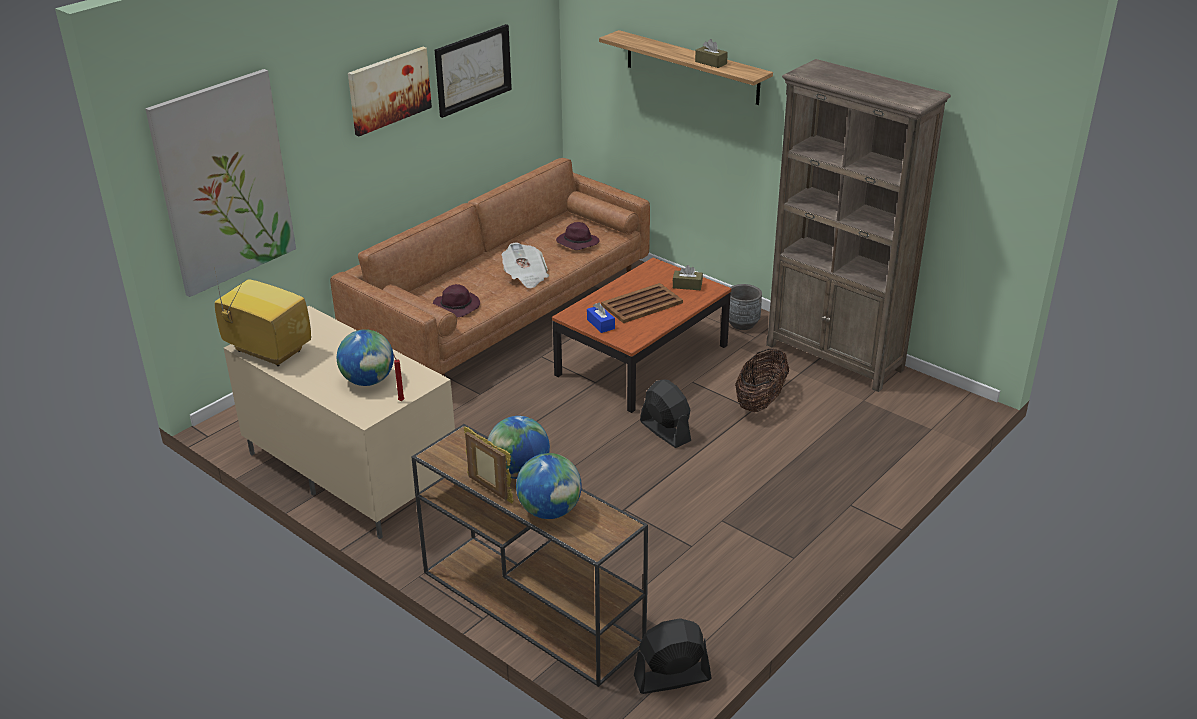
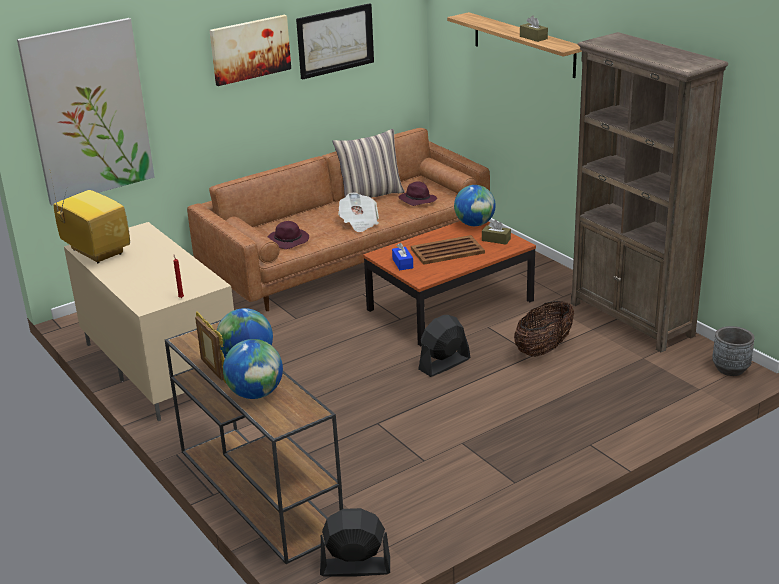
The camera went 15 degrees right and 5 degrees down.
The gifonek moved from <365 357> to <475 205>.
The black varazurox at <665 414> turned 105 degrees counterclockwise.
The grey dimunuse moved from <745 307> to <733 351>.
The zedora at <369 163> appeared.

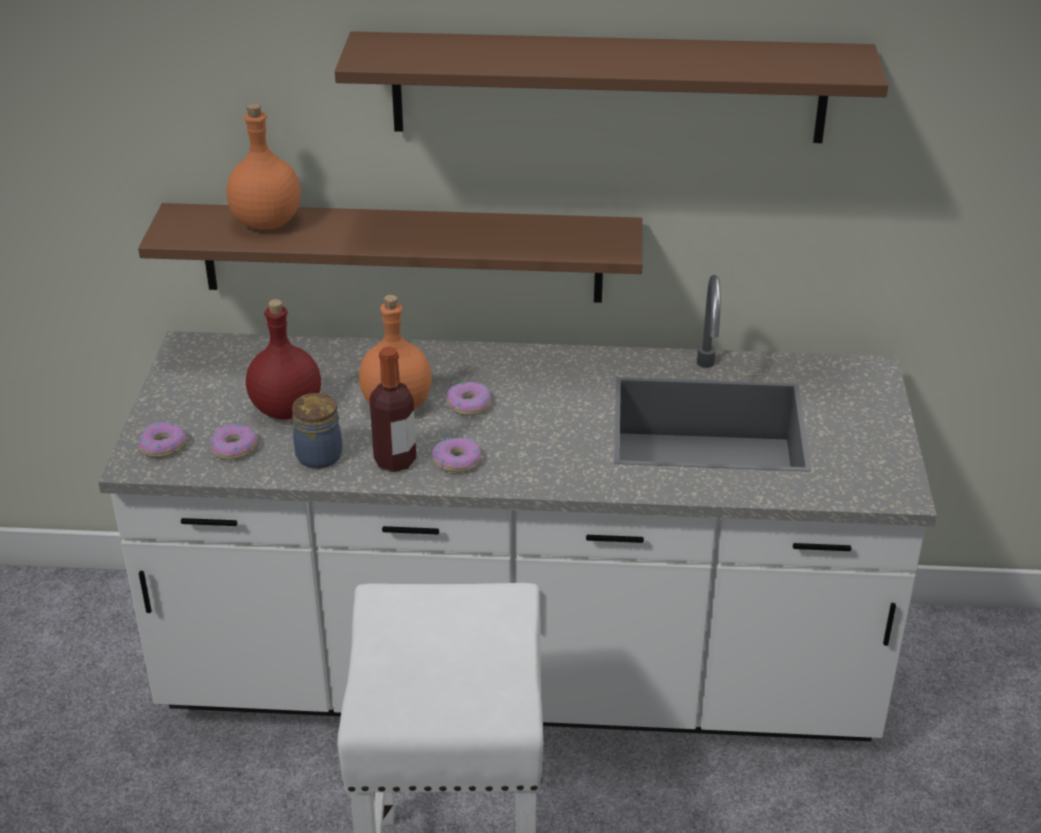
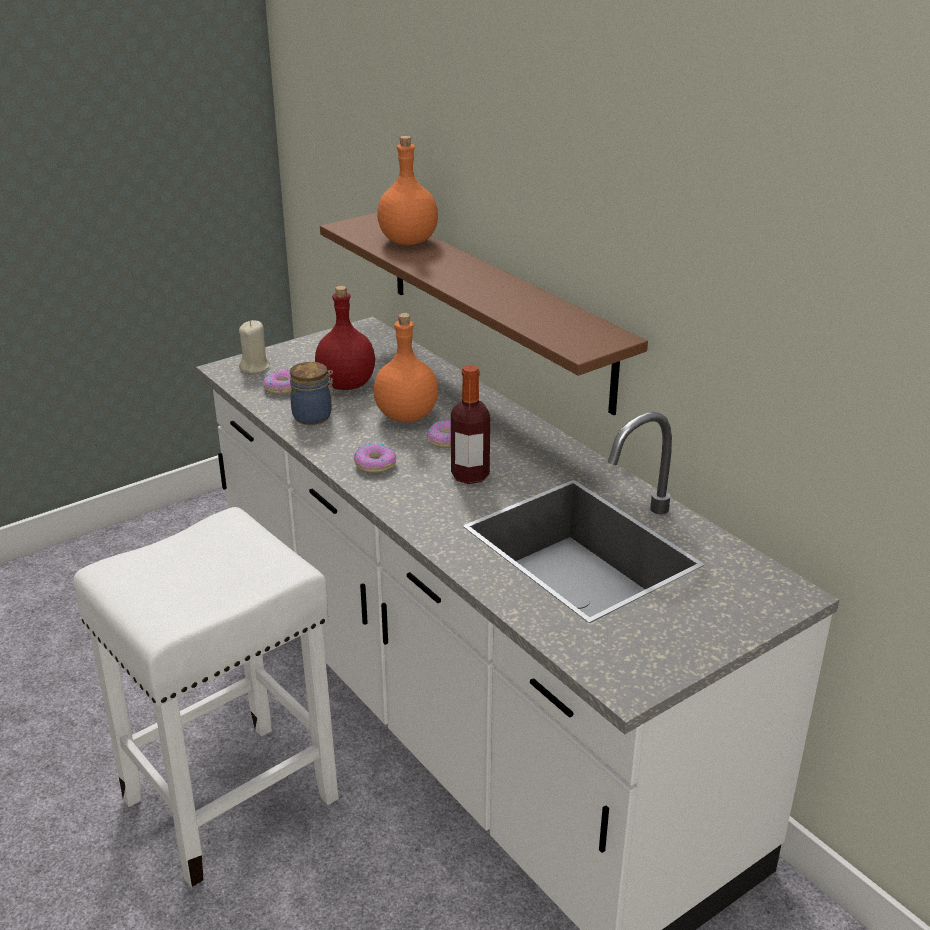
The camera went 50 degrees right and 5 degrees down.
The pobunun at <163 440> was replaced by the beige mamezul at <254 346>.
The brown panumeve at <611 87> disappeared.
The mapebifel moved from <392 409> to <470 424>.

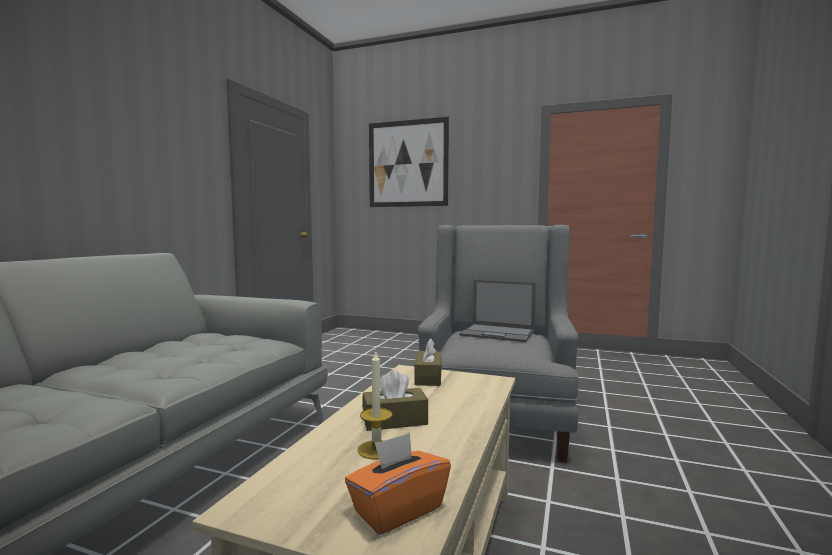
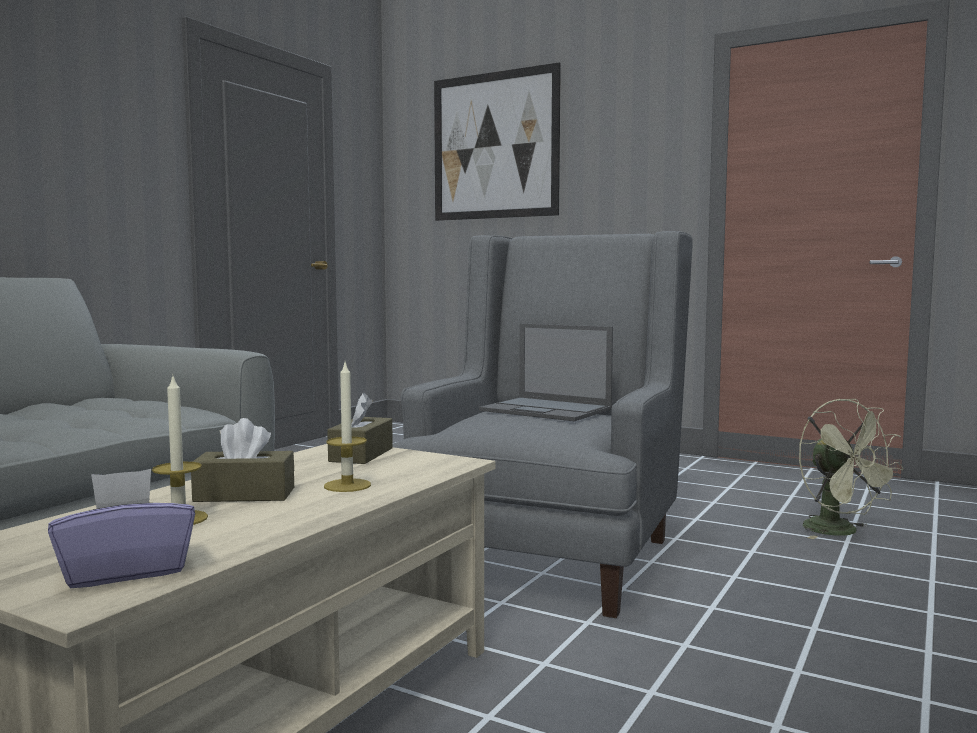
The camera went 10 degrees right and 0 degrees up.
The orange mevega at <398 483> became the purple mevega at <121 528>.
The mamezul at <347 427> appeared.
The green varazurox at <851 468> appeared.

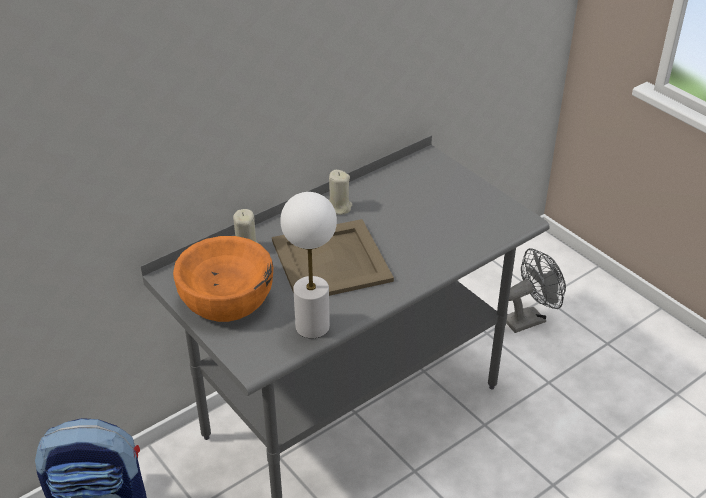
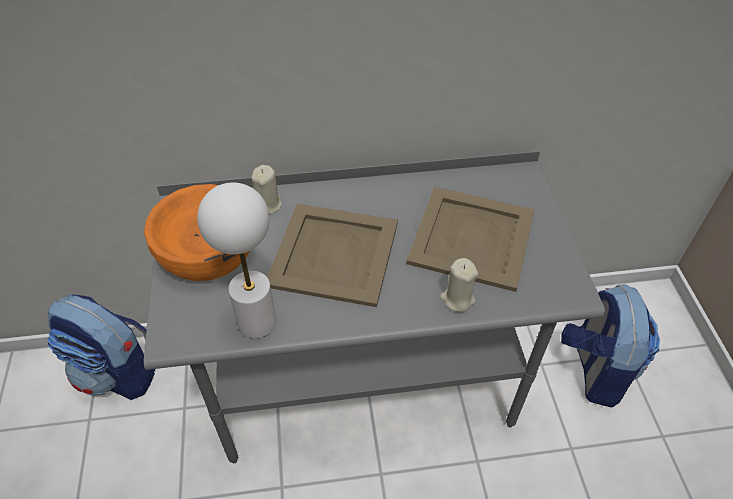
The camera went 30 degrees right and 10 degrees up.
The beige mamezul moved from <340 192> to <459 285>.
The grey varazurox at <536 290> was replaced by the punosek at <610 346>.
The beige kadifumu at <470 239> appeared.

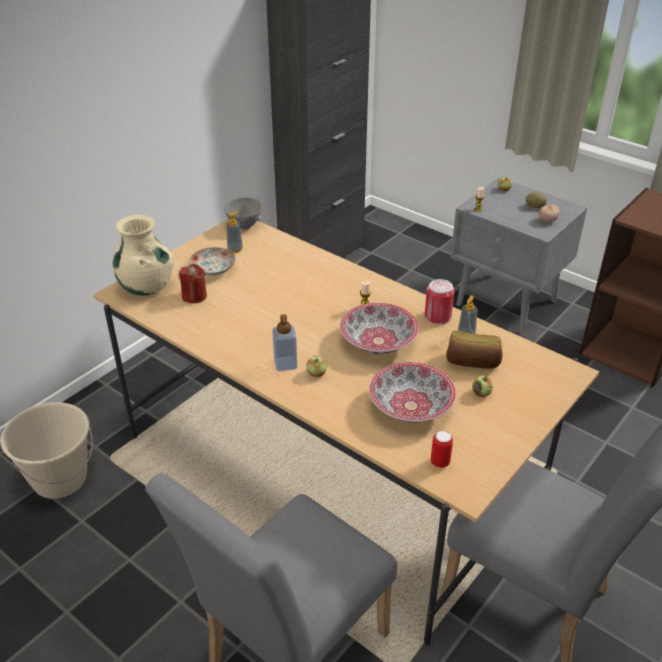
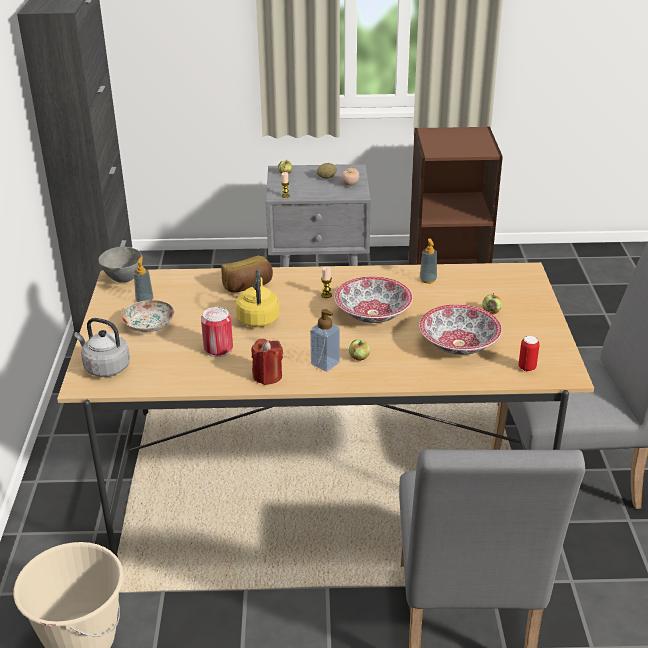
The camera went 40 degrees left and 5 degrees down.
The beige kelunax at <143 255> was replaced by the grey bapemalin at <102 347>.
The red mamezul moved from <193 283> to <267 362>.
The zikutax moved from <440 302> to <217 332>.
The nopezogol moved from <474 349> to <247 274>.
The yellow bapemalin at <257 298> appeared.

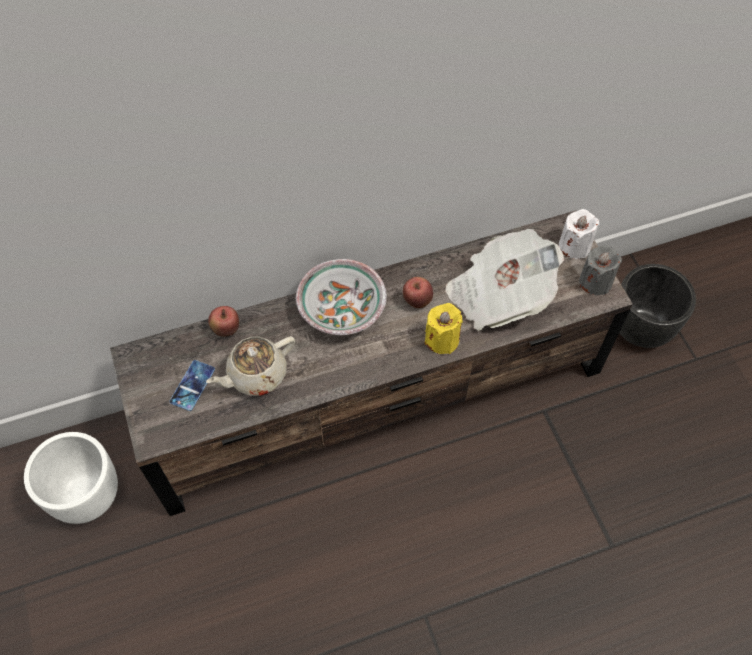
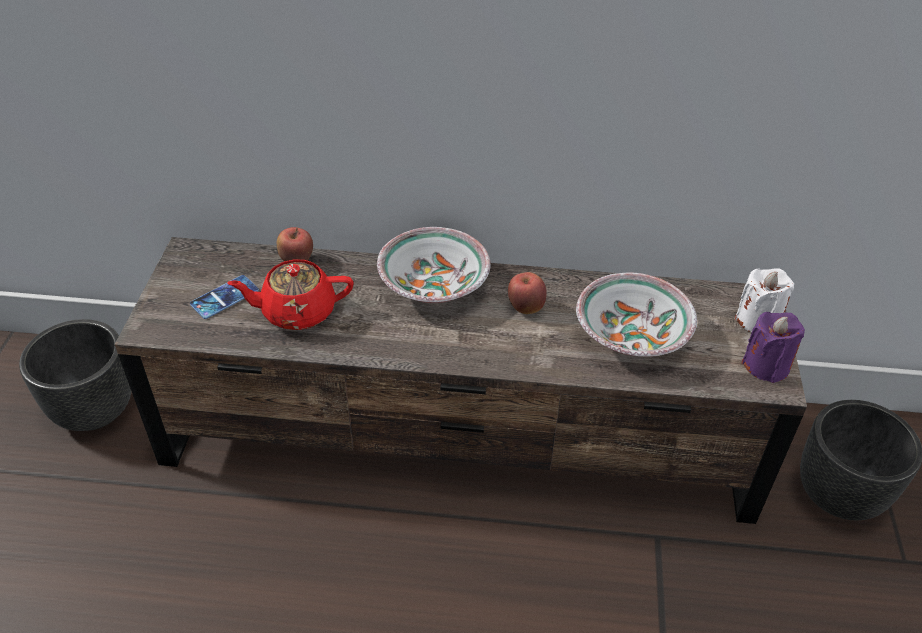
The camera went 25 degrees right and 15 degrees down.
The white dimunuse at <71 478> became the black dimunuse at <75 375>.
The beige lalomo at <250 366> became the red lalomo at <290 294>.
The yellow mamezul at <444 328> disappeared.
The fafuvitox at <504 280> was replaced by the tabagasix at <636 314>.
The grey mamezul at <600 270> became the purple mamezul at <773 347>.

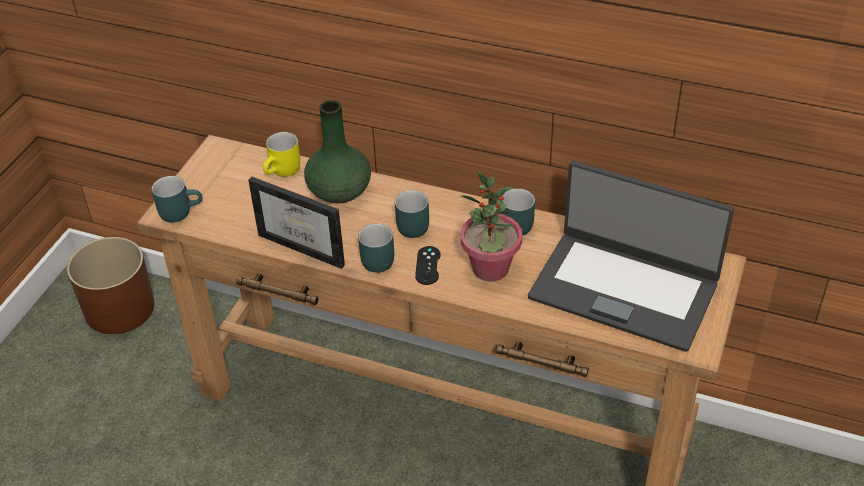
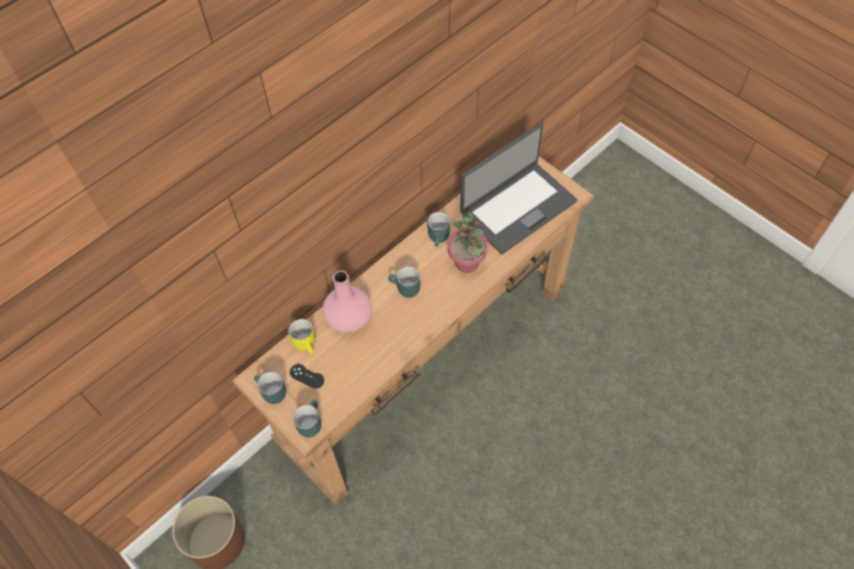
The camera went 65 degrees left and 15 degrees up.
The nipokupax at <296 223> disappeared.
The green kelunax at <337 151> became the pink kelunax at <347 301>.
The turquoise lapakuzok moved from <376 248> to <270 388>.
The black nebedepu moved from <428 265> to <307 376>.

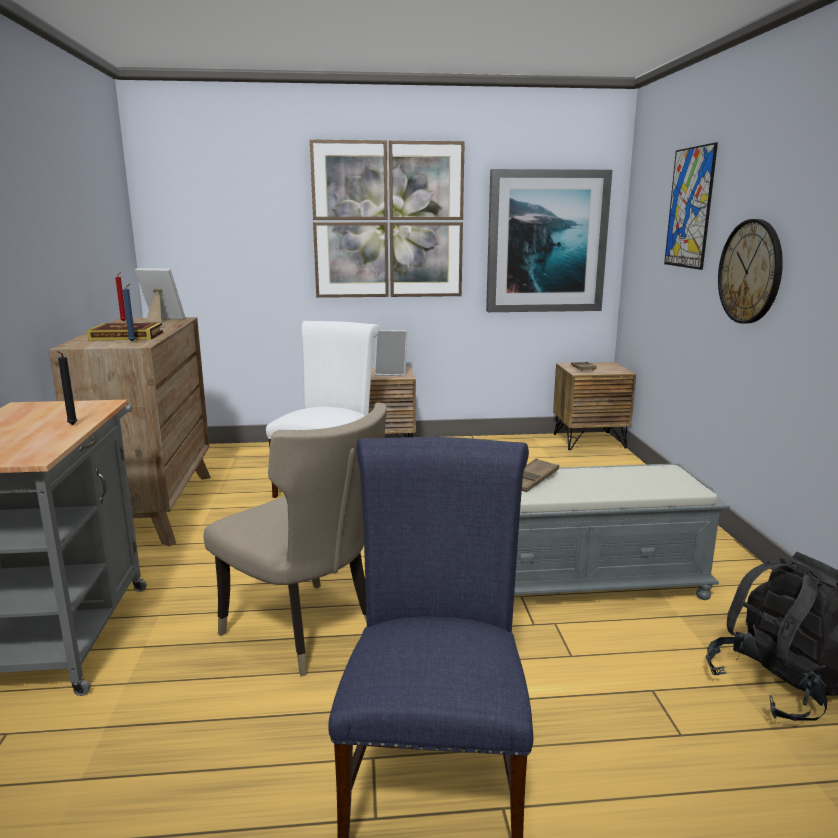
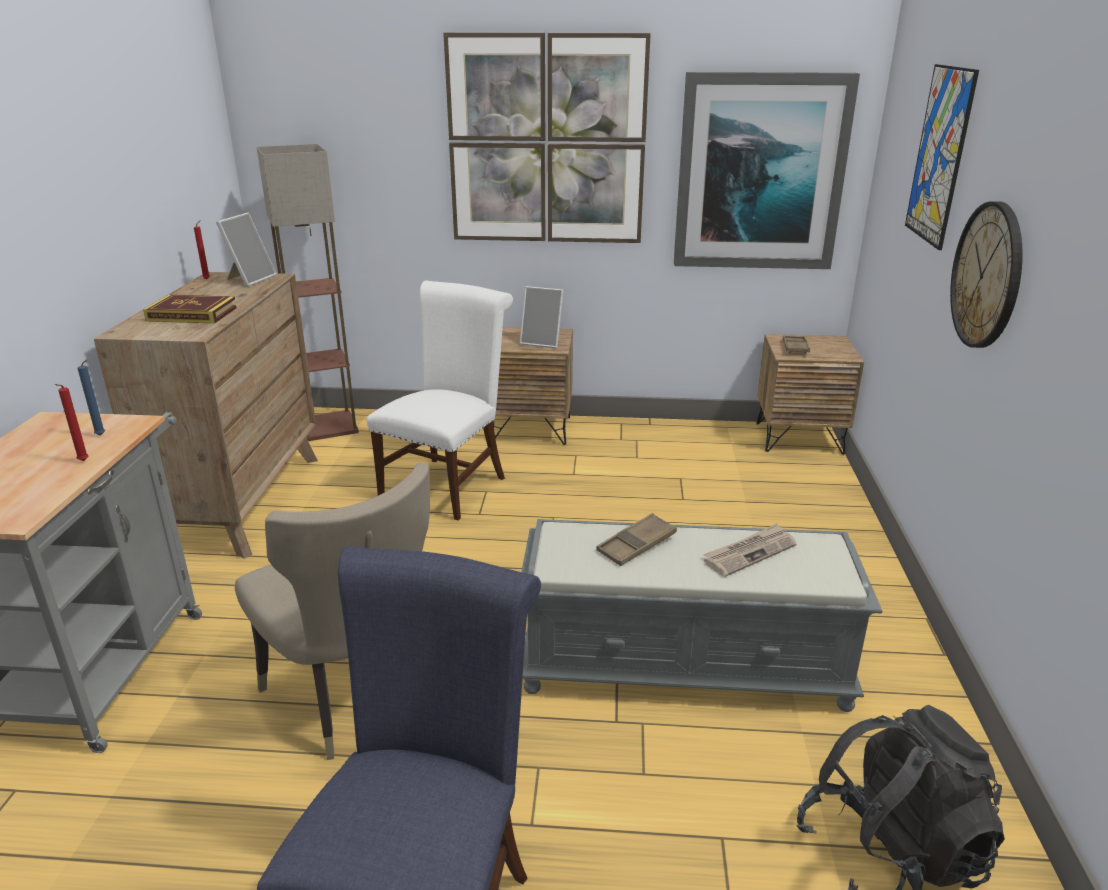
The camera went 10 degrees right and 10 degrees up.
The black mamezul at <67 388> became the red mamezul at <71 422>.
The blue mamezul moved from <129 312> to <91 398>.
The nipokupax at <160 295> turned 90 degrees clockwise.
The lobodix at <308 292> appeared.
The fafuvitox at <749 550> appeared.

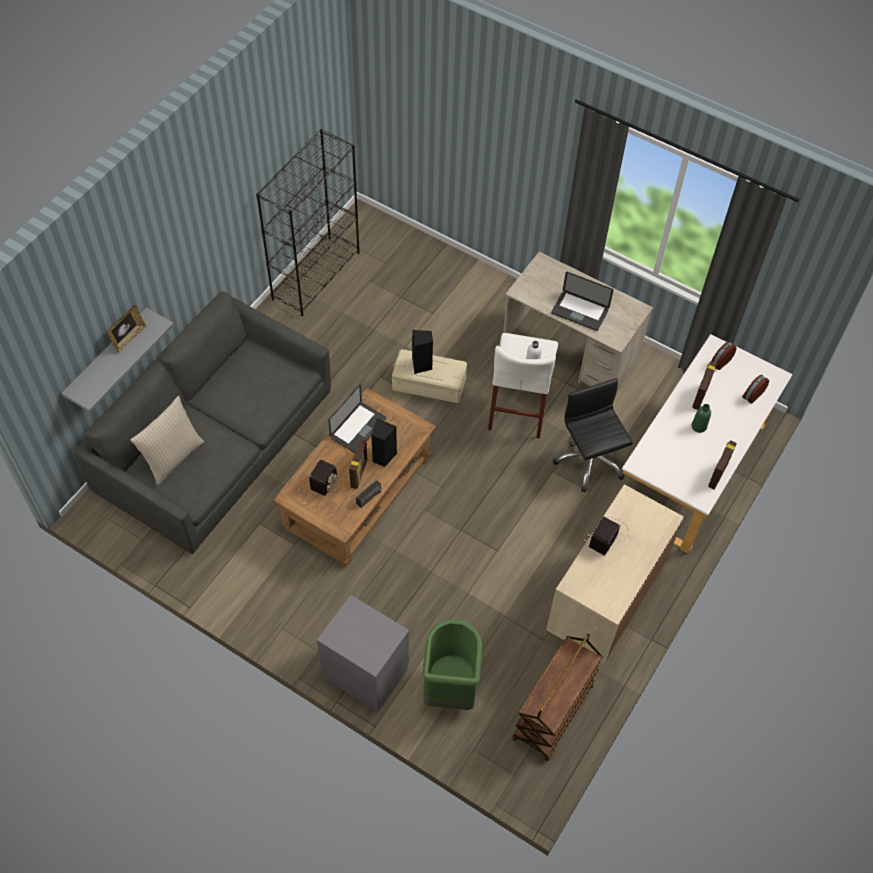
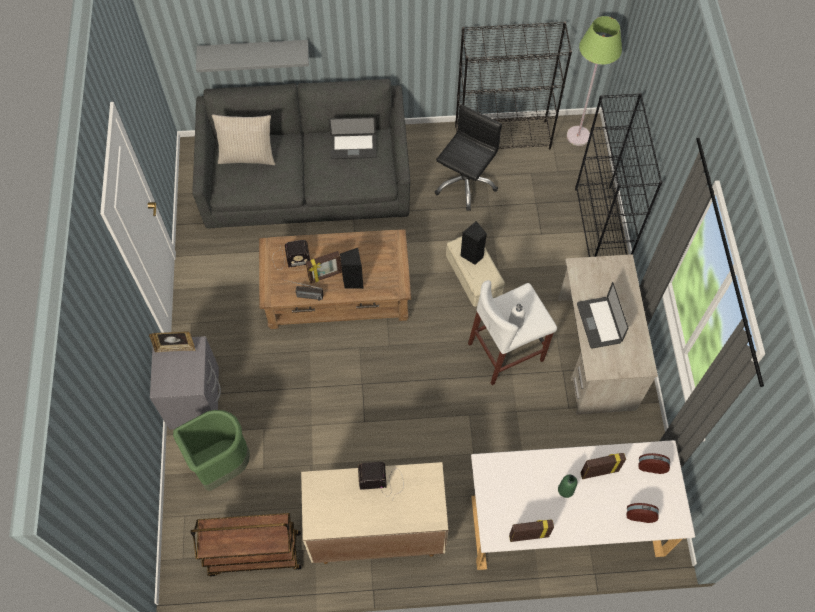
The camera went 55 degrees right and 5 degrees up.
The nipokupax moved from <127 329> to <172 341>.
The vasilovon moved from <357 418> to <352 138>.
The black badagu moved from <593 435> to <468 157>.
The green lobodix at <594 81> appeared.
The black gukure at <619 175> appeared.

